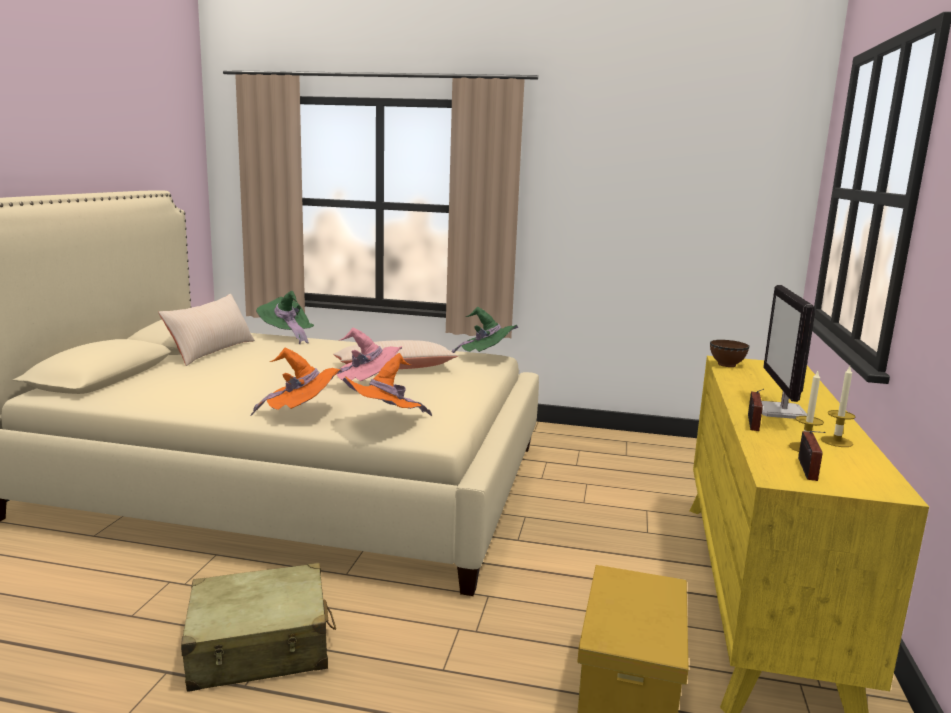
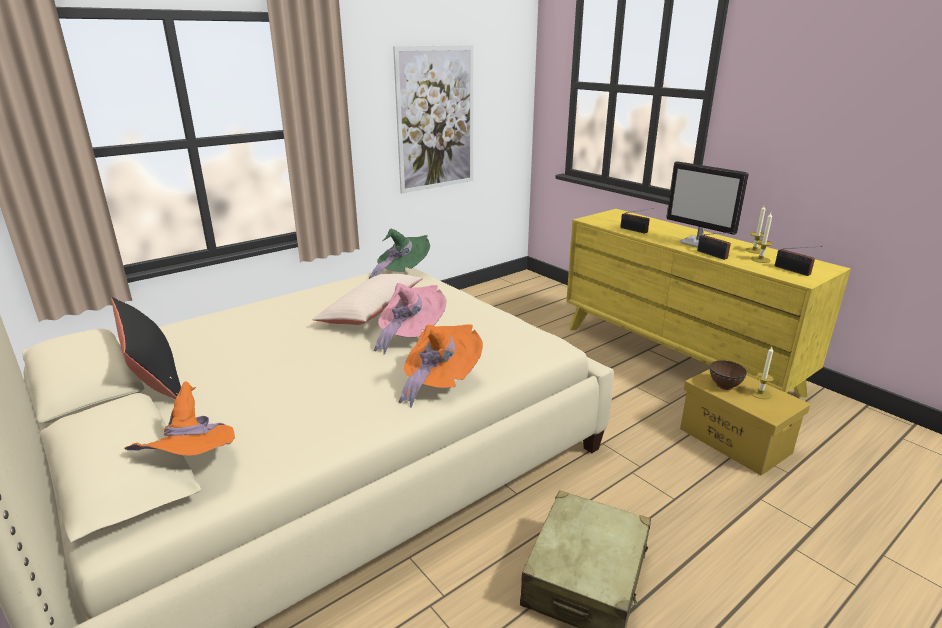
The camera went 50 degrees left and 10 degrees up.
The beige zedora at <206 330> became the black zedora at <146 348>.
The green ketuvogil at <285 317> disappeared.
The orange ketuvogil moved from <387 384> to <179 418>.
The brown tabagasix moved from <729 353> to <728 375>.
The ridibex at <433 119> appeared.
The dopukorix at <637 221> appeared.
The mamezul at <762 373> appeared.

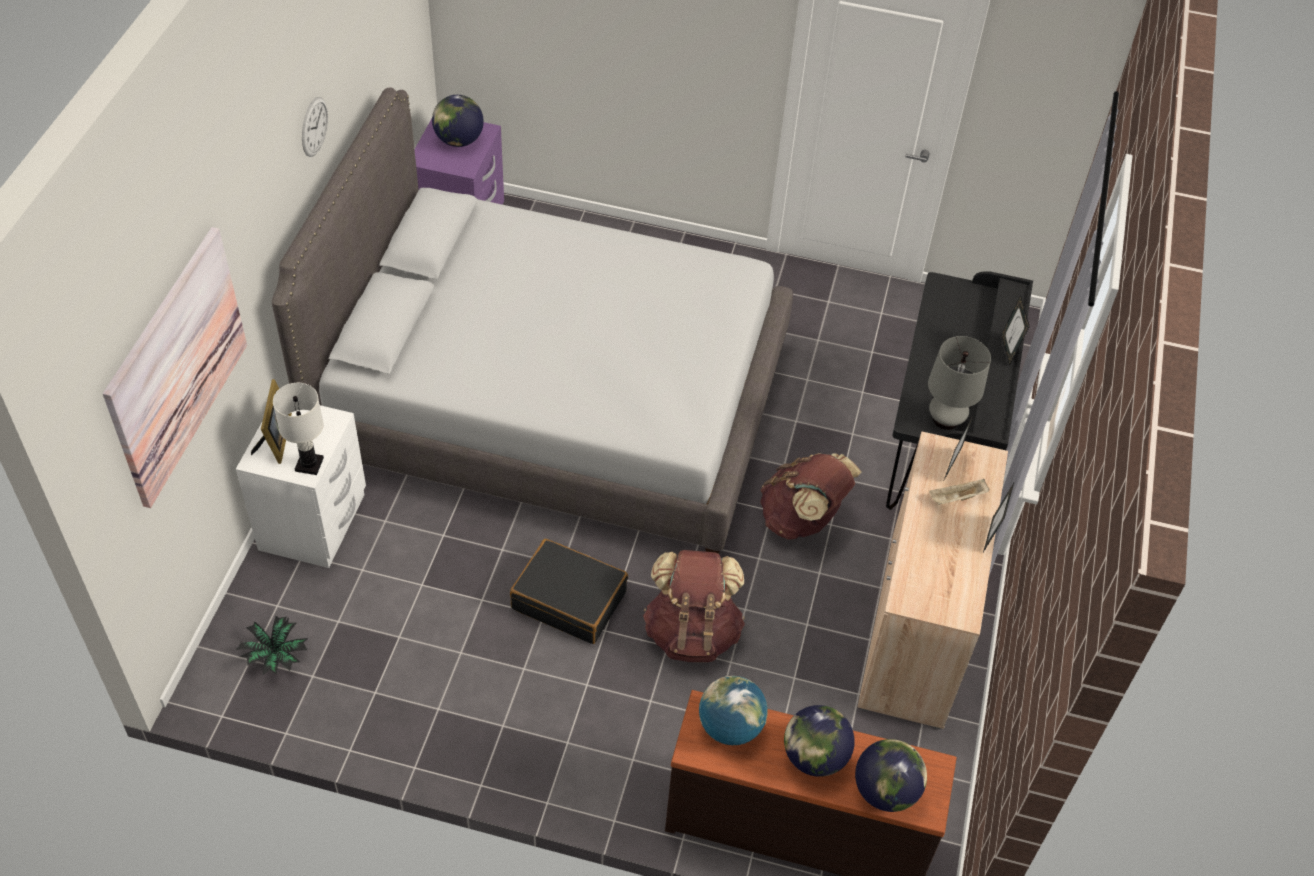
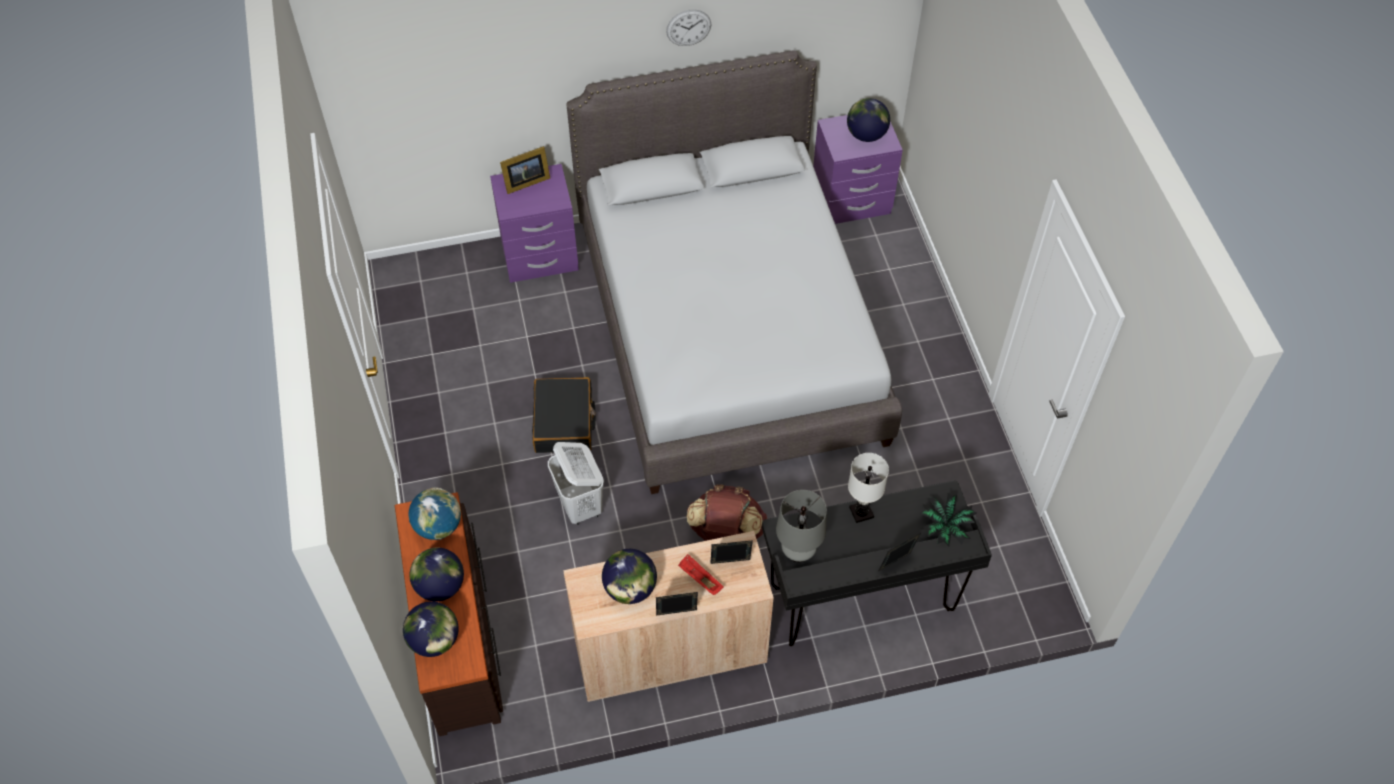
The camera went 65 degrees right and 5 degrees up.
The ridibex at <175 367> disappeared.
The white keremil at <301 486> became the purple keremil at <534 223>.
The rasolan moved from <272 645> to <948 519>.
The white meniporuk moved from <298 429> to <868 488>.
The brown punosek at <694 606> was replaced by the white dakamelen at <576 483>.
The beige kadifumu at <959 492> became the red kadifumu at <701 574>.
The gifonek at <629 576> appeared.

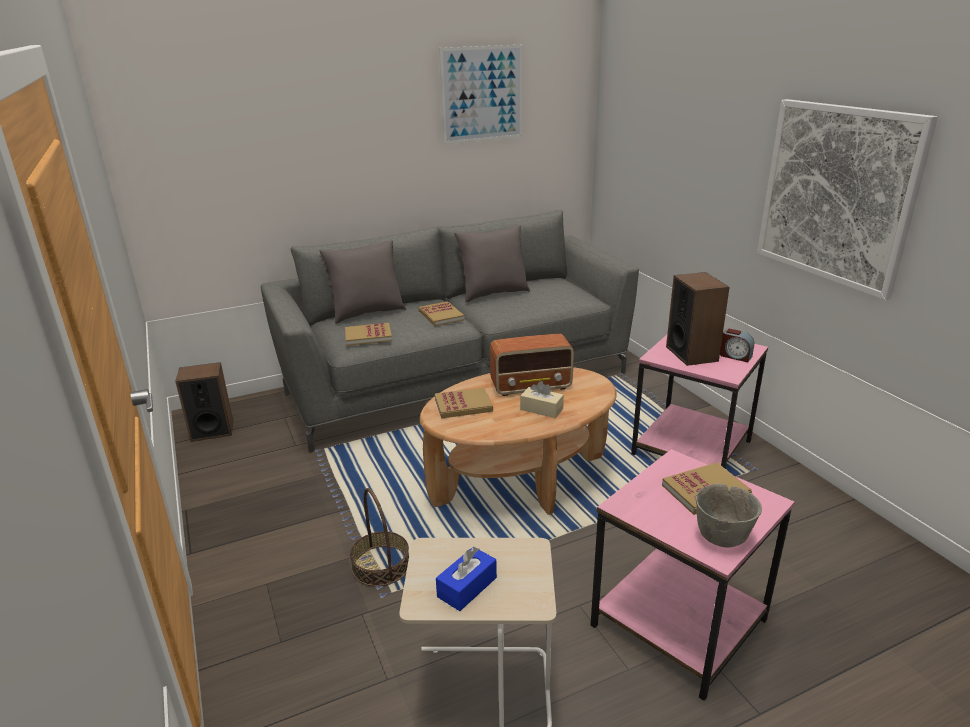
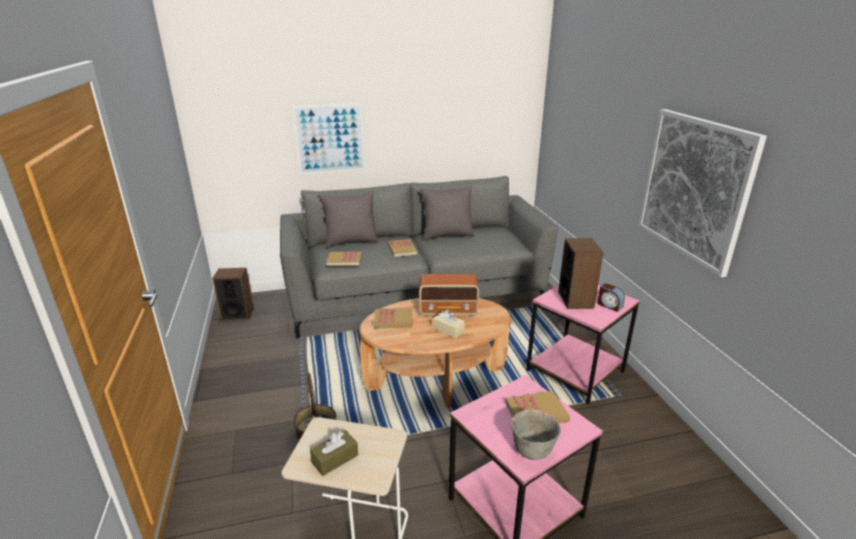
The camera went 10 degrees right and 0 degrees up.
The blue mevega at <466 579> became the brown mevega at <334 453>.
The ridibex moved from <481 94> to <328 138>.

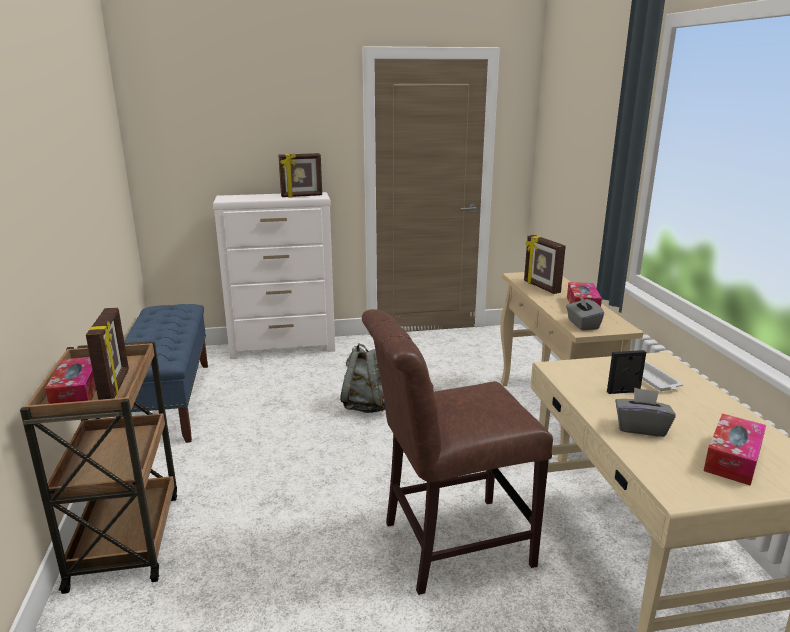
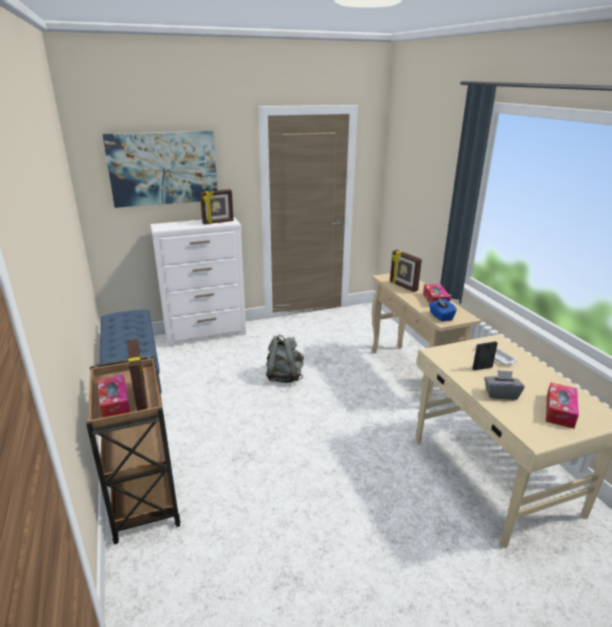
The camera went 10 degrees left and 5 degrees up.
The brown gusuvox at <457 452> disappeared.
The grey mevega at <585 313> became the blue mevega at <443 310>.
The ridibex at <160 169> appeared.

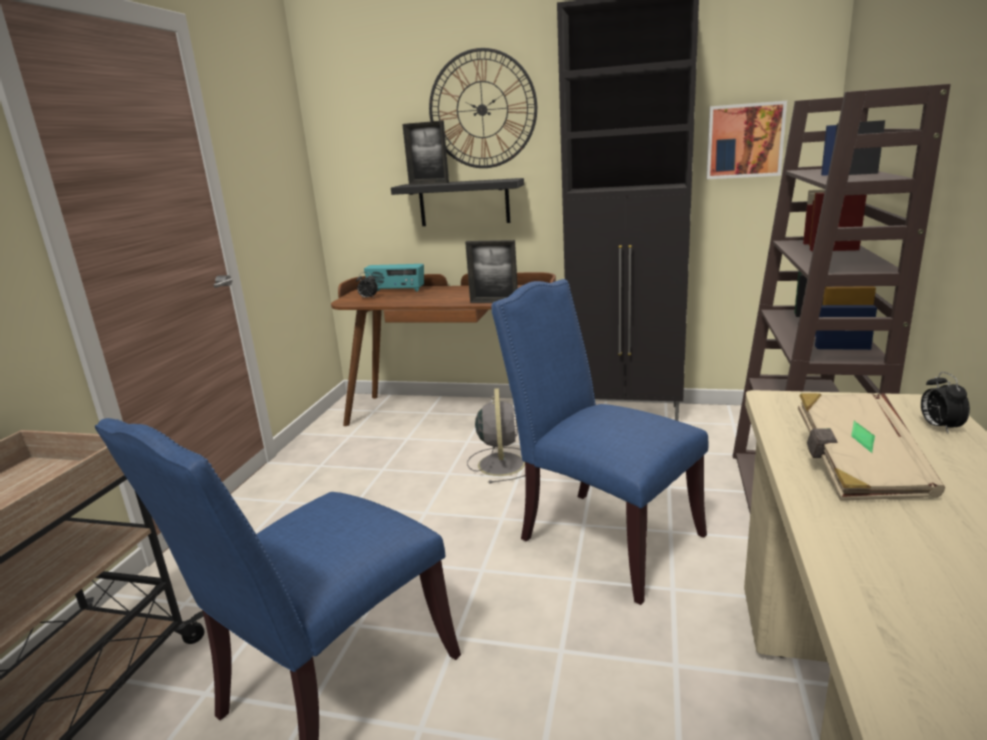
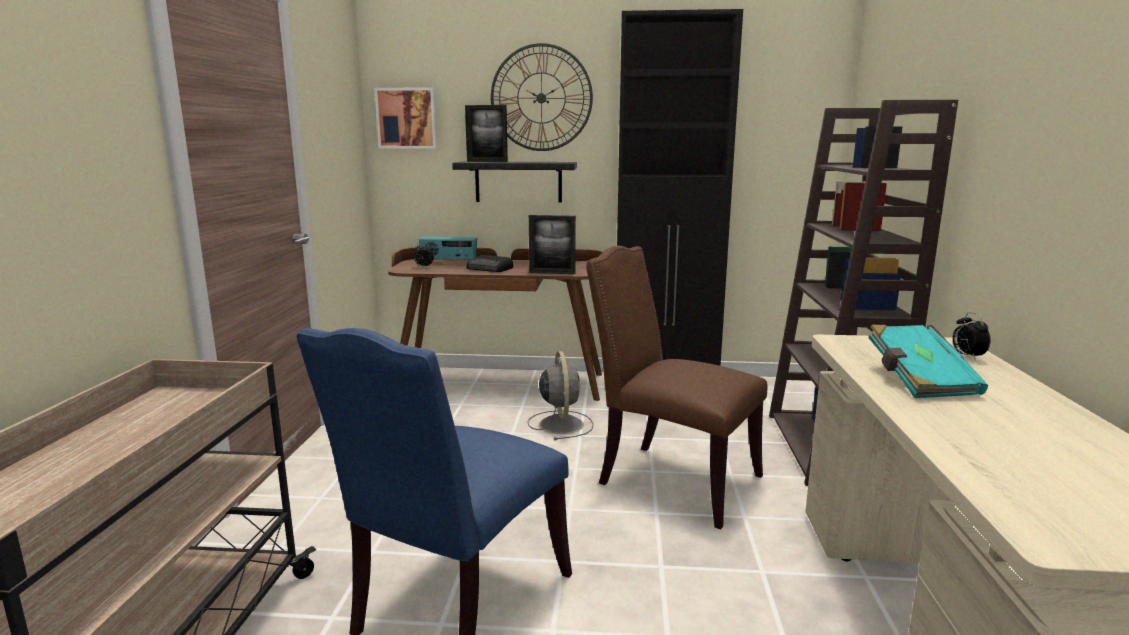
The camera went 10 degrees left and 5 degrees down.
The blue gusuvox at <600 442> became the brown gusuvox at <676 387>.
The ridibex moved from <746 140> to <406 118>.
The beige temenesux at <871 447> became the turquoise temenesux at <928 361>.
The dopukorix at <490 263> appeared.

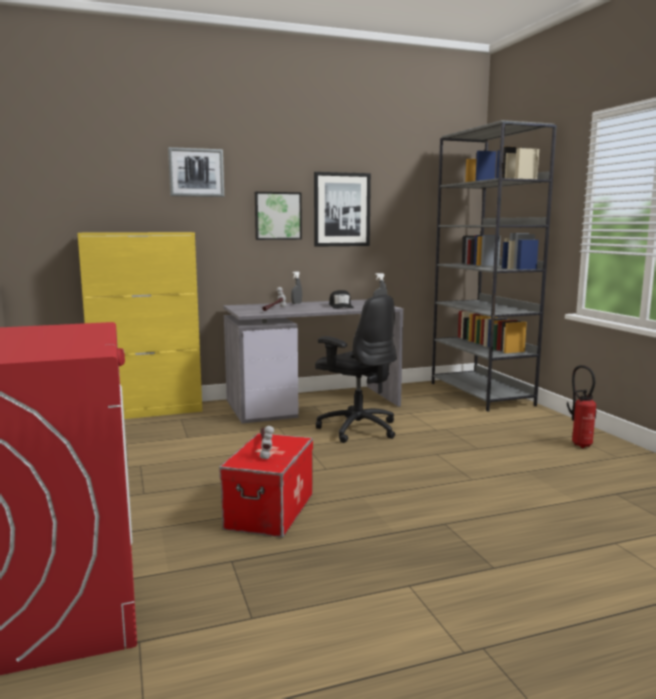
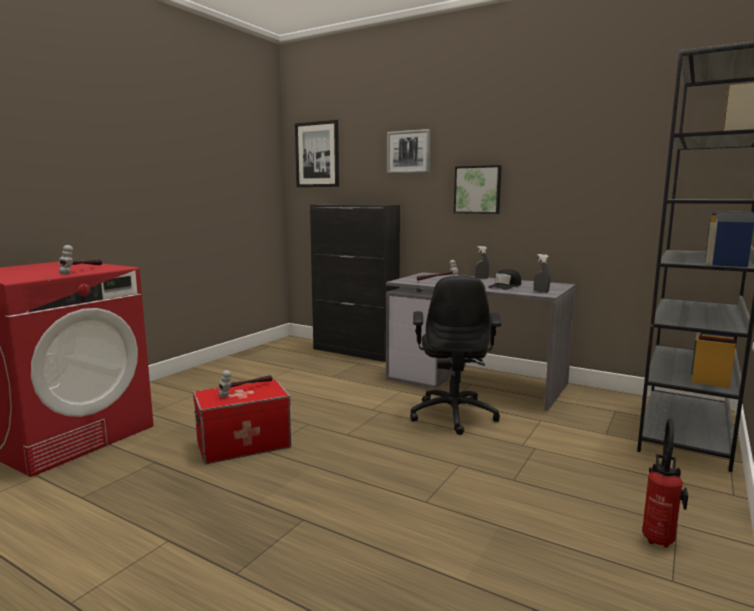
The camera went 50 degrees right and 0 degrees up.
The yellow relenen at <139 325> became the black relenen at <355 283>.
The ridibex moved from <342 209> to <317 153>.
The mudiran at <80 259> appeared.

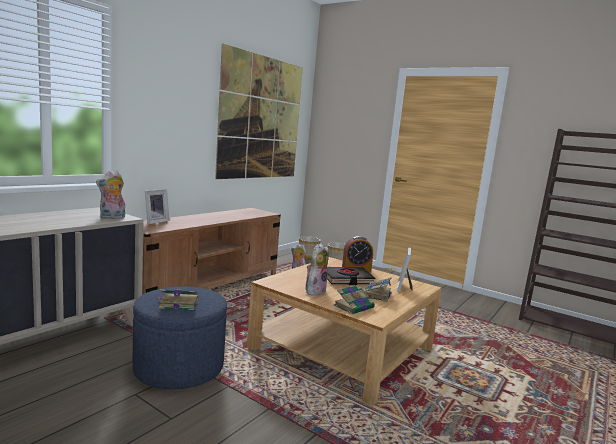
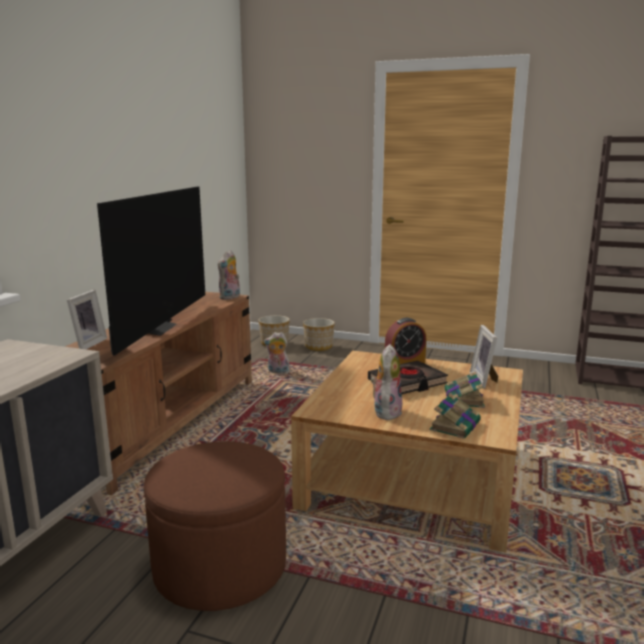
The camera went 15 degrees left and 5 degrees up.
The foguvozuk moved from <110 195> to <229 275>.
The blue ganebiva at <180 338> became the brown ganebiva at <215 526>.
The temenesux at <178 299> disappeared.
The ridibex at <259 111> disappeared.
The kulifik at <151 271> appeared.

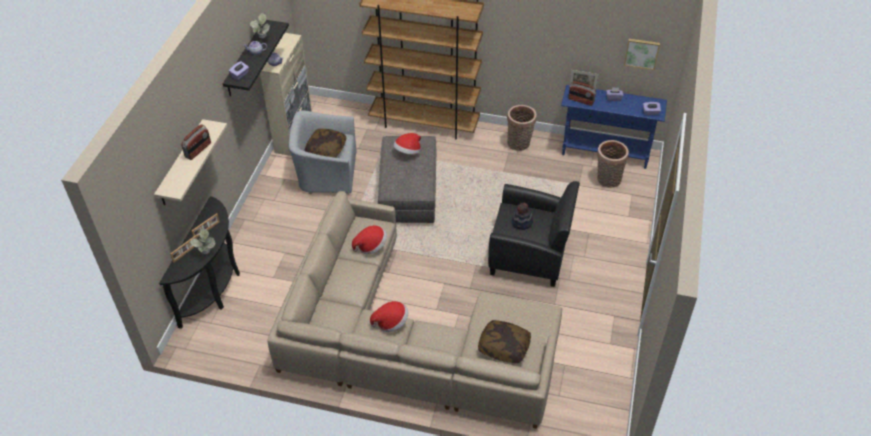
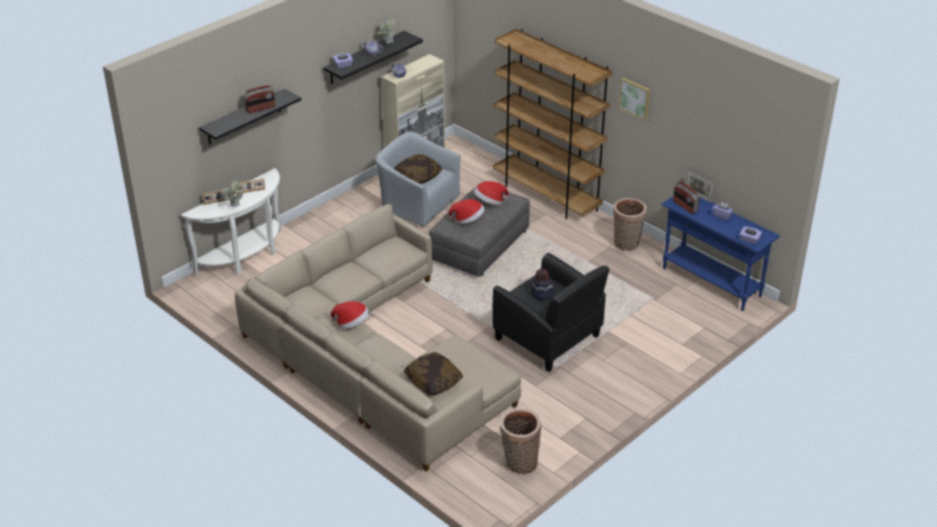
The camera went 30 degrees right and 10 degrees down.
The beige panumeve at <190 162> became the black panumeve at <250 117>.
The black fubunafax at <199 262> became the white fubunafax at <231 222>.
The ketuvogil moved from <369 239> to <467 211>.
The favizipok moved from <613 164> to <520 441>.
The ridibex moved from <642 54> to <634 99>.

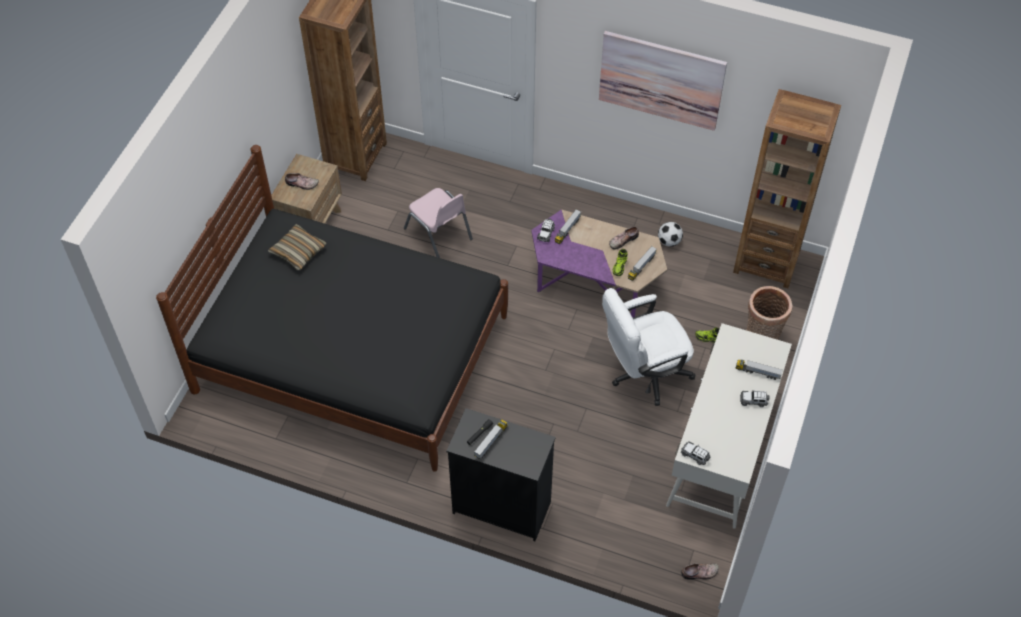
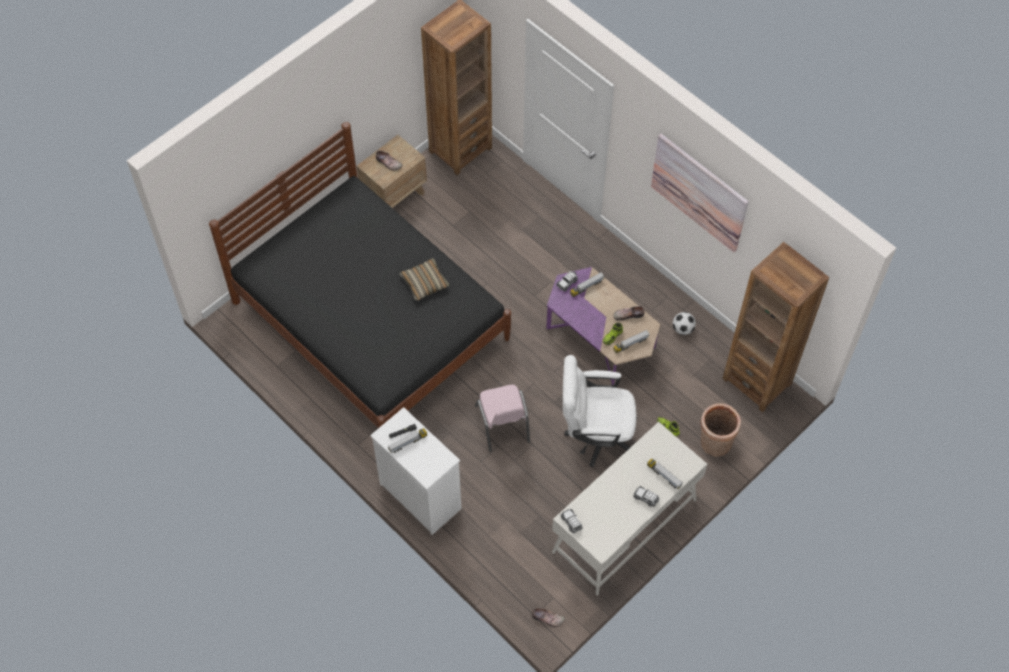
The camera went 25 degrees right and 5 degrees up.
The zedora moved from <297 247> to <424 279>.
The pink gusuvox moved from <438 223> to <502 418>.
The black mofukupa at <501 474> became the white mofukupa at <416 471>.

